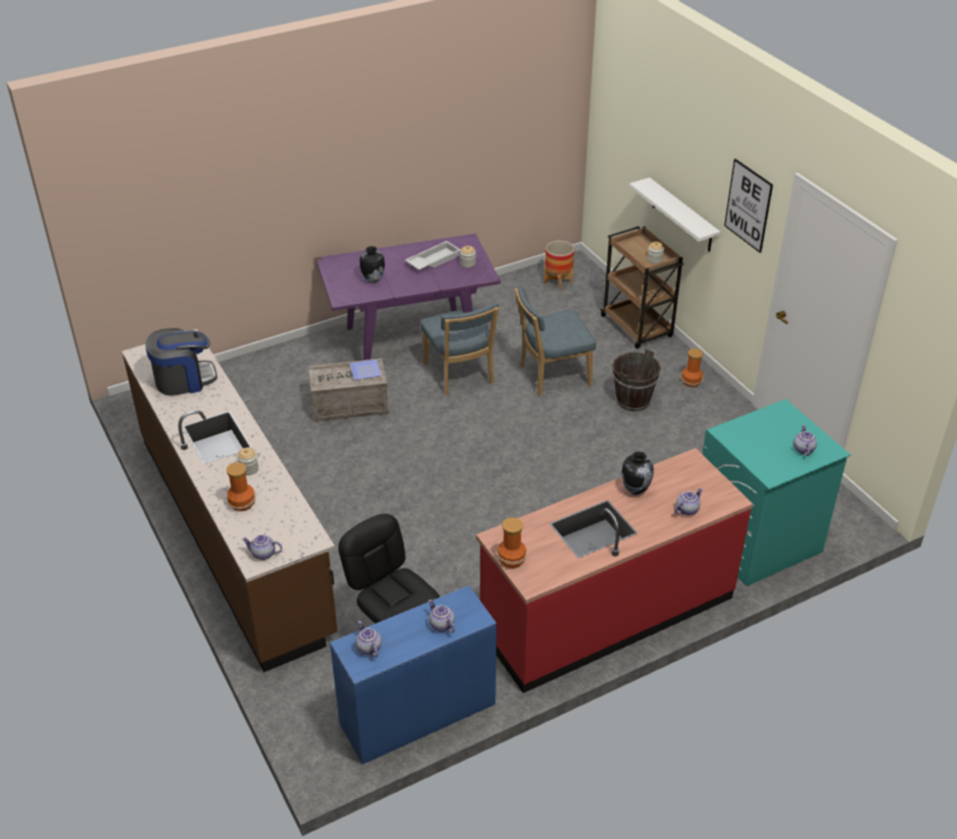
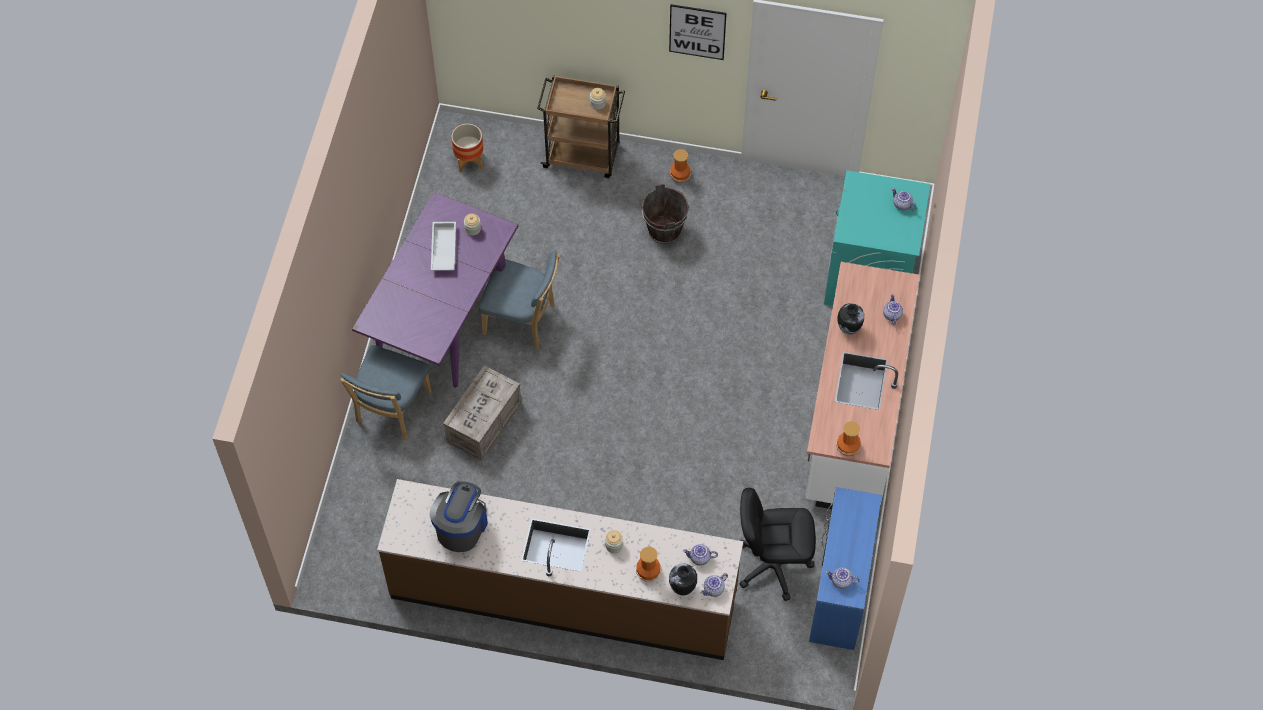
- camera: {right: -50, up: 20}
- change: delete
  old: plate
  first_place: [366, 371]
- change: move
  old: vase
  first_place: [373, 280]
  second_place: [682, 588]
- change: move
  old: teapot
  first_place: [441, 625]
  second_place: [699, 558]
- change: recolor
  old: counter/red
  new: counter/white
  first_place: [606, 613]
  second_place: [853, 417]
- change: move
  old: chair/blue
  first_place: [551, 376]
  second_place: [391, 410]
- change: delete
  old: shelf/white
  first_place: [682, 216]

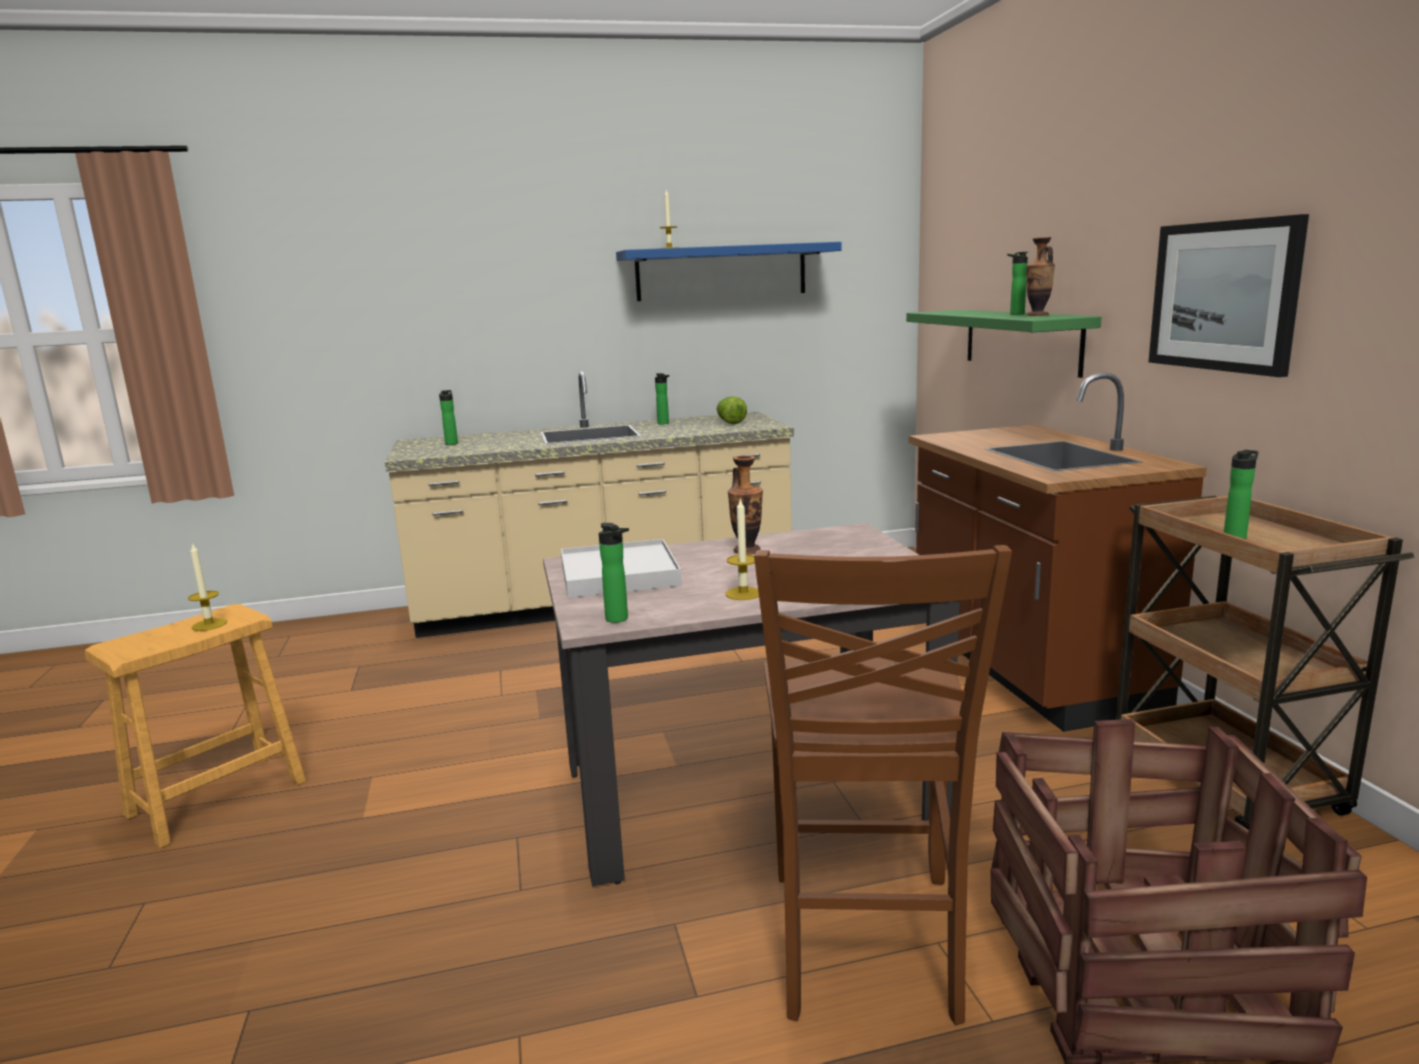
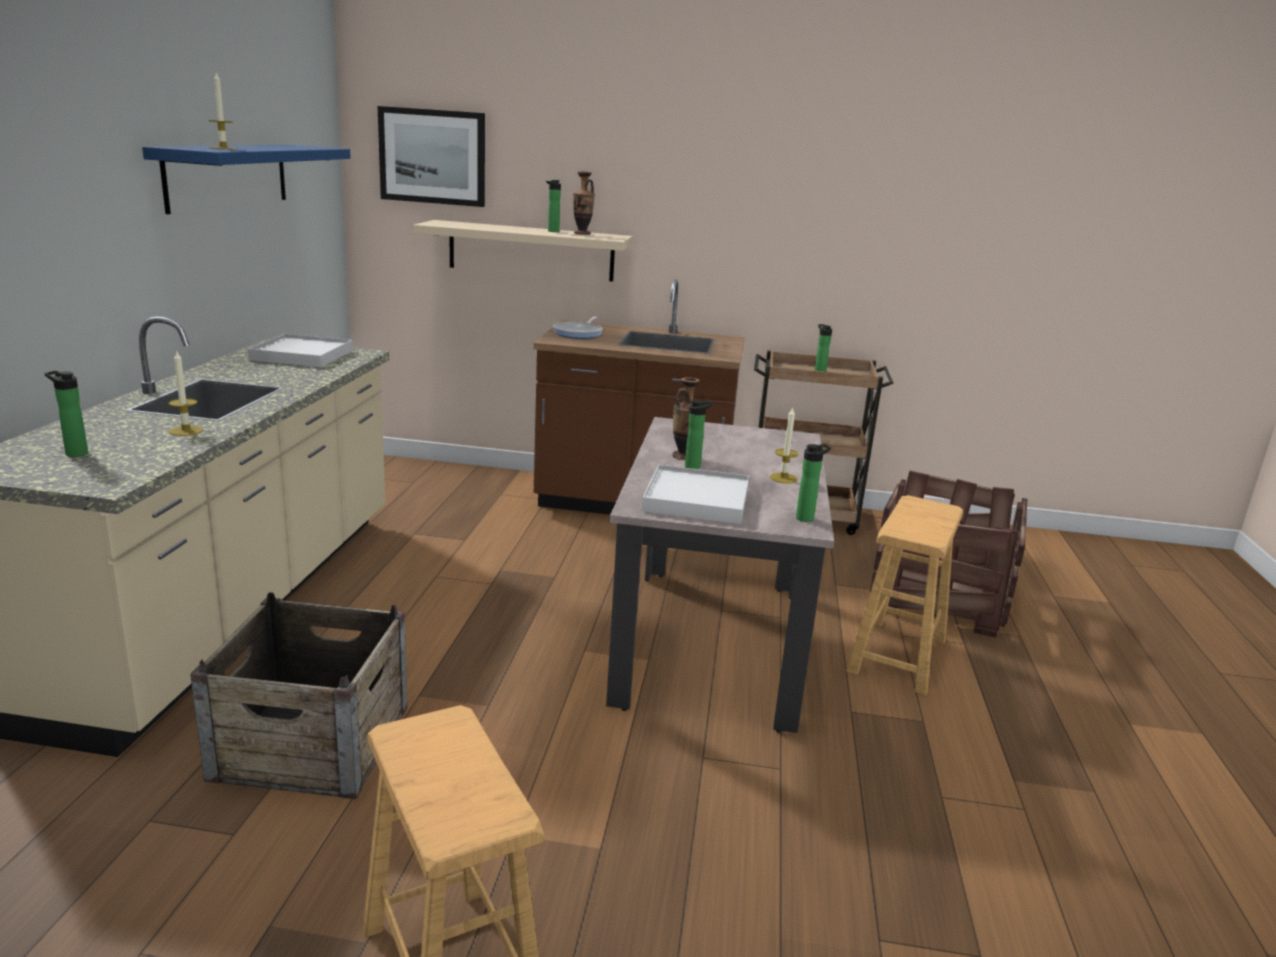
- camera: {right: -70, up: 5}
- change: move
  old: candle
  first_place: [209, 624]
  second_place: [186, 431]
- change: move
  old: bottle
  first_place: [664, 423]
  second_place: [695, 467]
- change: replace
  old: lettuce
  new: tray/white
  first_place: [730, 422]
  second_place: [302, 355]
- change: replace
  old: chair/brown
  new: stool/brown
  first_place: [865, 946]
  second_place: [898, 656]
- change: recolor
  old: shelf/green
  new: shelf/beige
  first_place: [1021, 340]
  second_place: [531, 251]
- change: move
  old: picture
  first_place: [1223, 296]
  second_place: [432, 156]
- change: insert
  new: crate
  second_place: [311, 742]
- change: insert
  new: frying pan
  second_place: [579, 333]

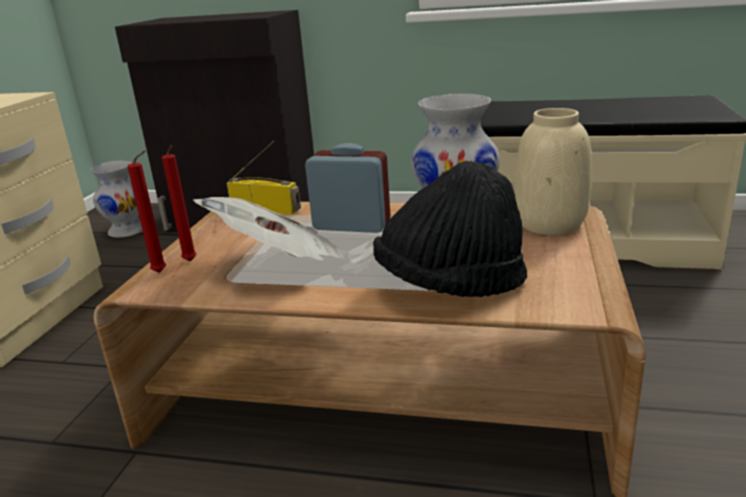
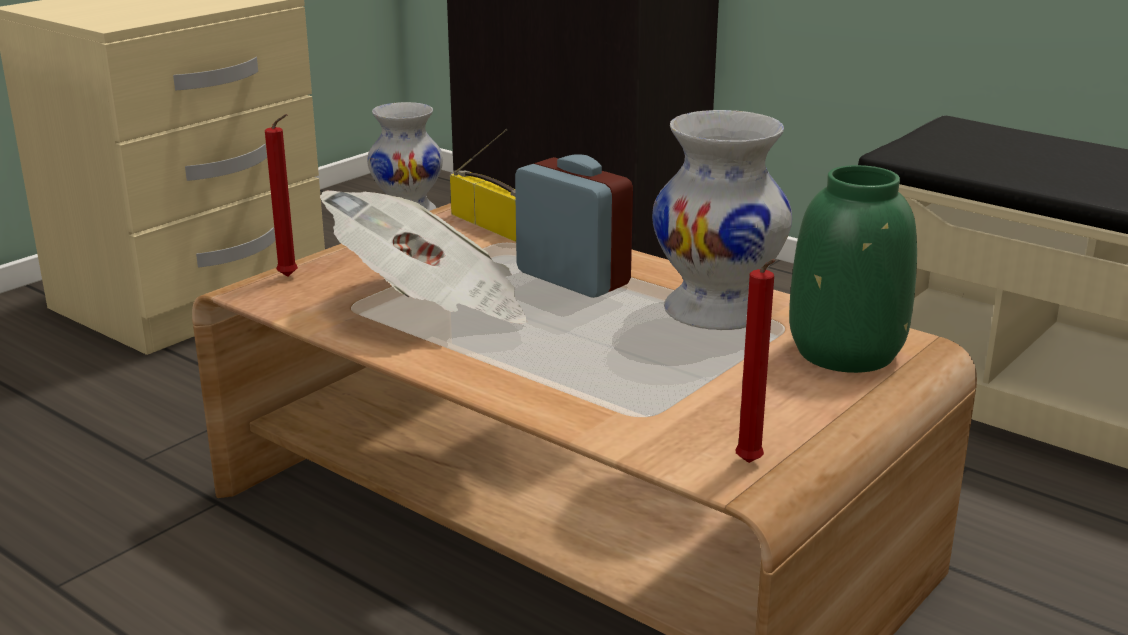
- camera: {right: 25, up: 0}
- change: move
  old: candle/red
  first_place: [191, 262]
  second_place: [750, 465]
- change: delete
  old: hat/black
  first_place: [451, 286]
- change: recolor
  old: vase/beige
  new: vase/green
  first_place: [549, 225]
  second_place: [843, 353]

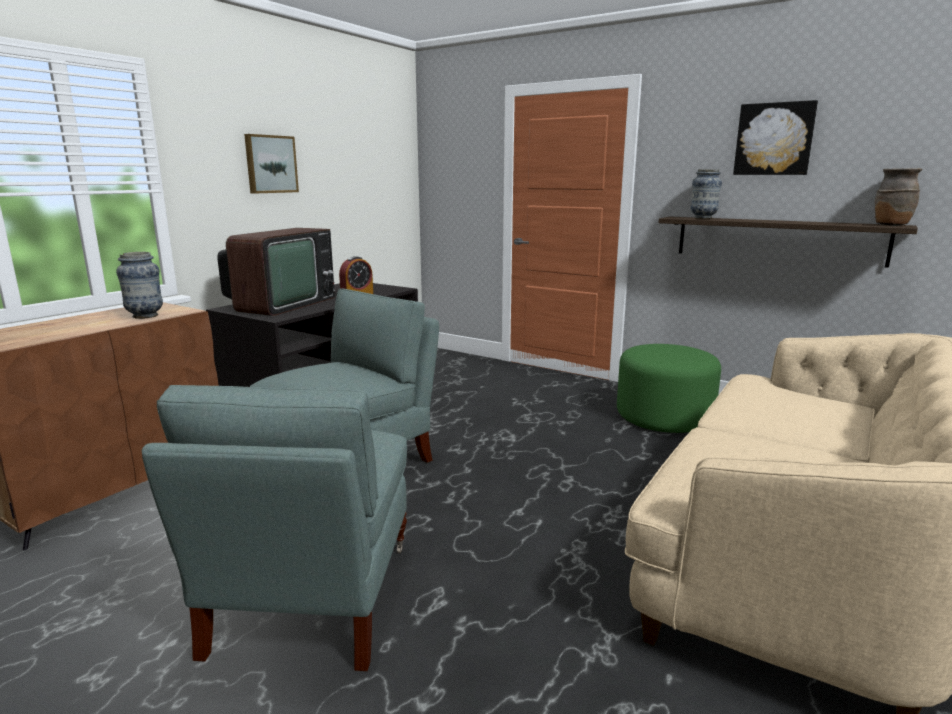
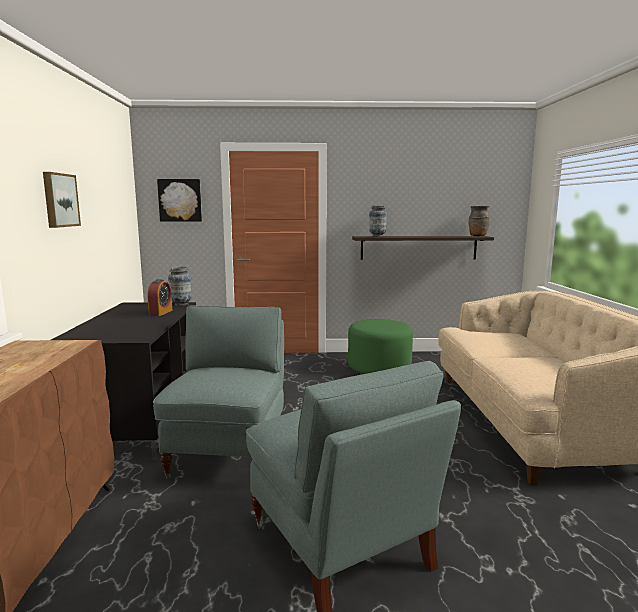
- camera: {right: -35, up: -5}
- change: move
  old: vase
  first_place: [145, 316]
  second_place: [181, 304]
- change: delete
  old: television
  first_place: [281, 304]
- change: move
  old: picture
  first_place: [774, 139]
  second_place: [180, 200]

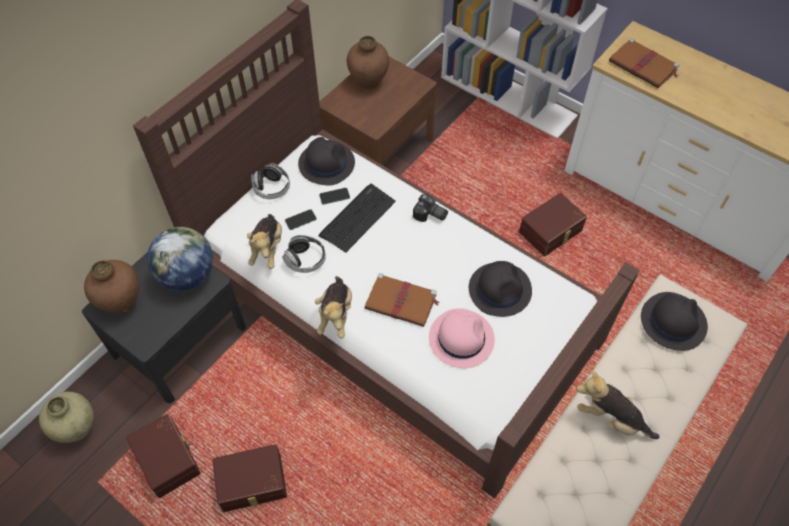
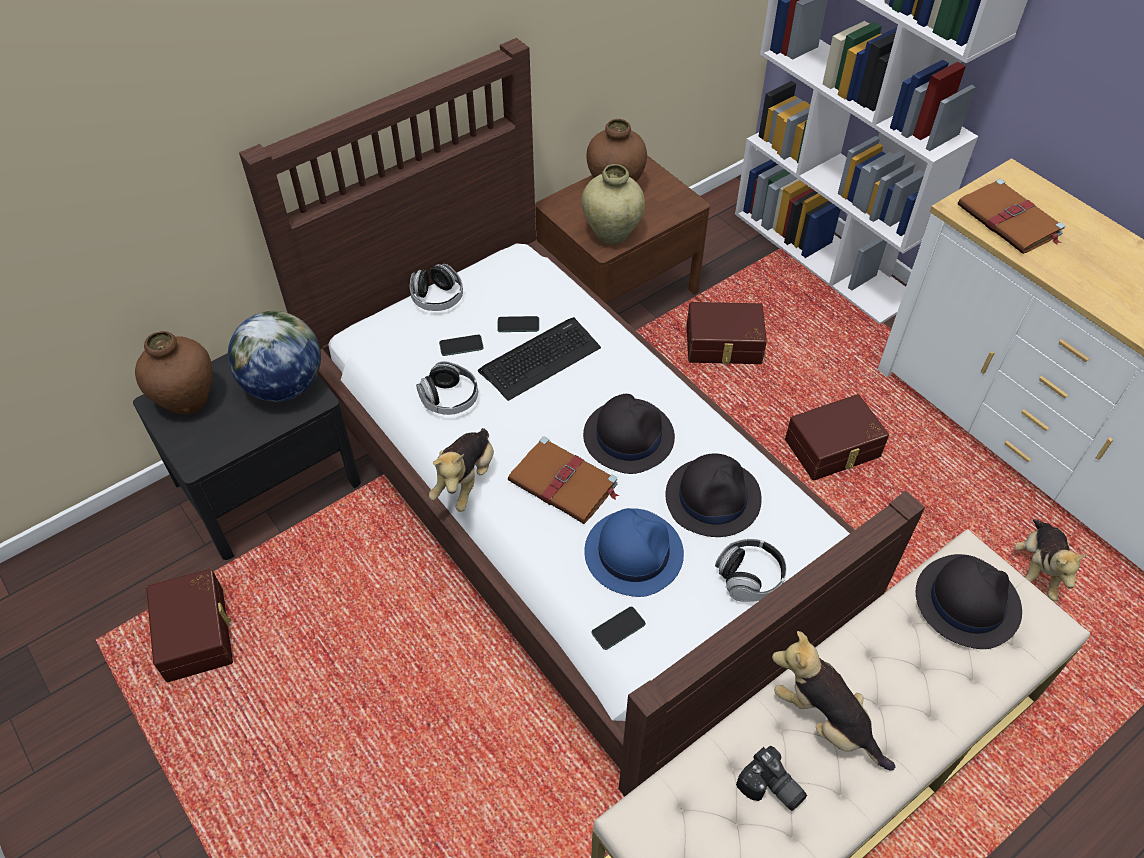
- camera: {right: 15, up: -5}
- change: move
  old: vase/beige
  first_place: [77, 429]
  second_place: [612, 233]
- change: move
  old: storage box/brown
  first_place: [252, 484]
  second_place: [723, 346]
- change: move
  old: plush toy
  first_place: [267, 249]
  second_place: [1037, 569]
- change: move
  old: hat/black
  first_place: [326, 163]
  second_place: [628, 436]
- change: move
  old: photo camera
  first_place: [430, 215]
  second_place: [770, 789]
- change: recolor
  old: hat/pink
  new: hat/blue
  first_place: [461, 338]
  second_place: [633, 552]
- change: insert
  new: phone
  second_place: [618, 628]
- change: insert
  new: headphones
  second_place: [749, 577]

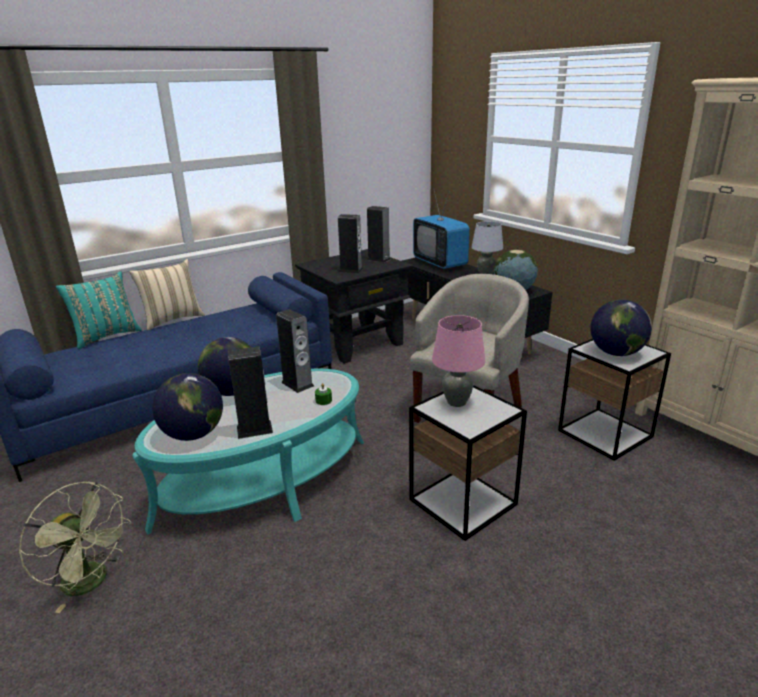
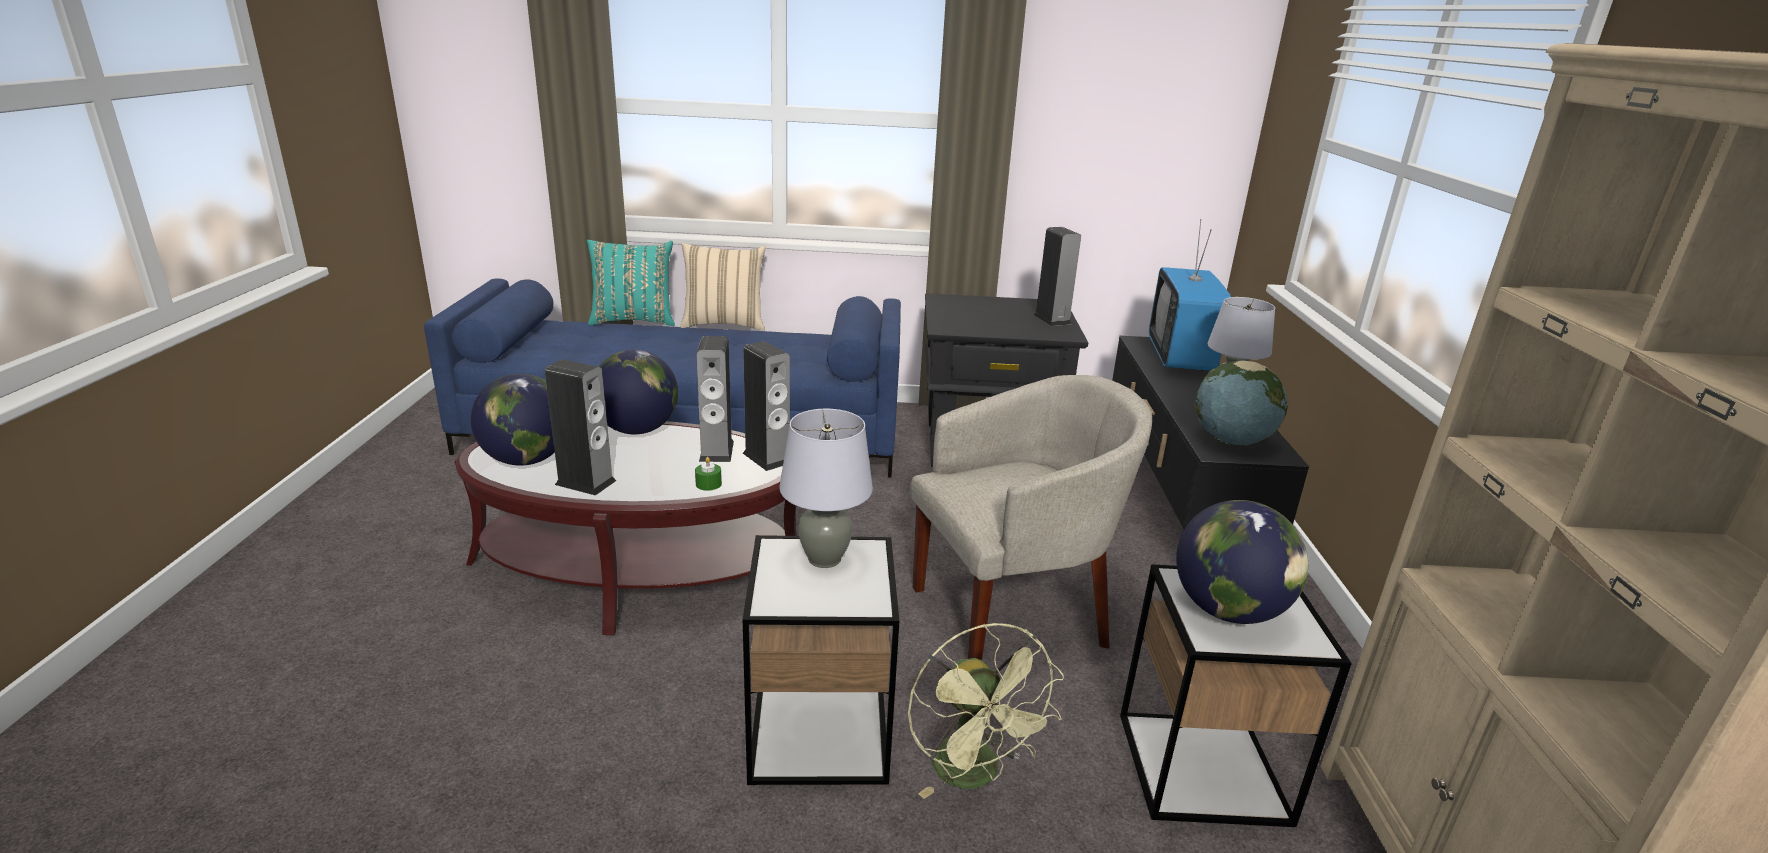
- camera: {right: 35, up: 0}
- change: move
  old: fan/green
  first_place: [92, 582]
  second_place: [974, 775]
- change: recolor
  old: coffee table/turquoise
  new: coffee table/brown
  first_place: [265, 482]
  second_place: [638, 570]
- change: move
  old: speaker
  first_place: [351, 270]
  second_place: [767, 458]
- change: recolor
  old: table lamp/pink
  new: table lamp/grey
  first_place: [456, 402]
  second_place: [825, 559]

